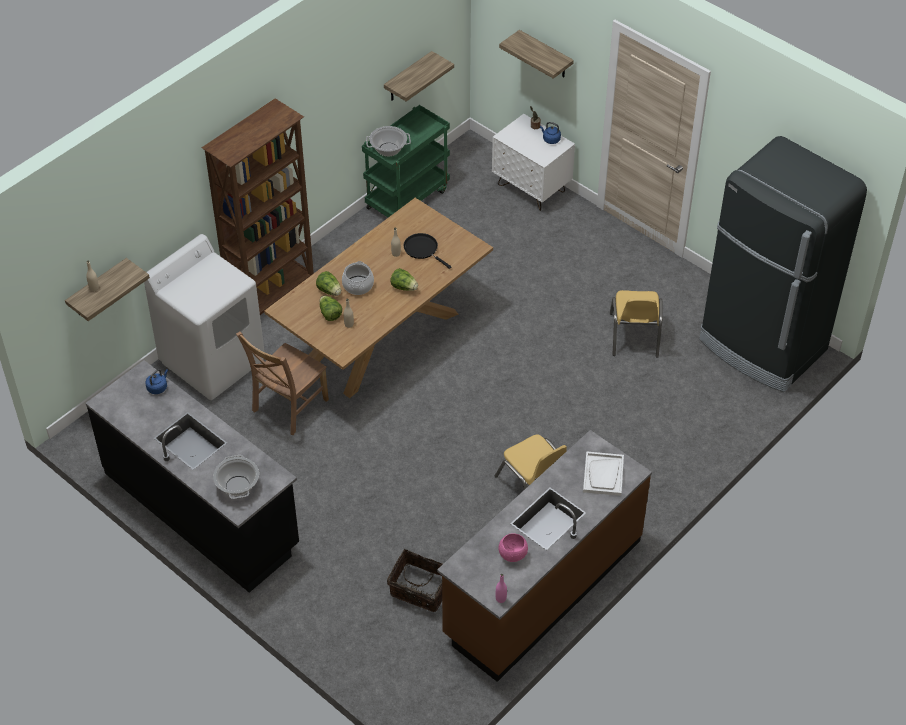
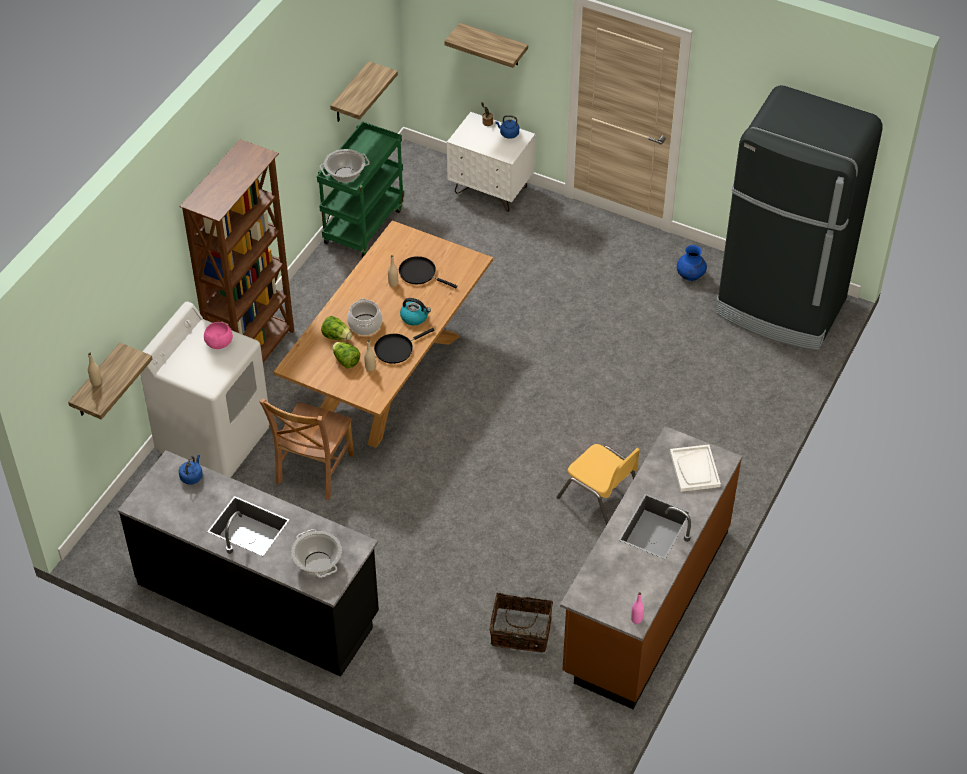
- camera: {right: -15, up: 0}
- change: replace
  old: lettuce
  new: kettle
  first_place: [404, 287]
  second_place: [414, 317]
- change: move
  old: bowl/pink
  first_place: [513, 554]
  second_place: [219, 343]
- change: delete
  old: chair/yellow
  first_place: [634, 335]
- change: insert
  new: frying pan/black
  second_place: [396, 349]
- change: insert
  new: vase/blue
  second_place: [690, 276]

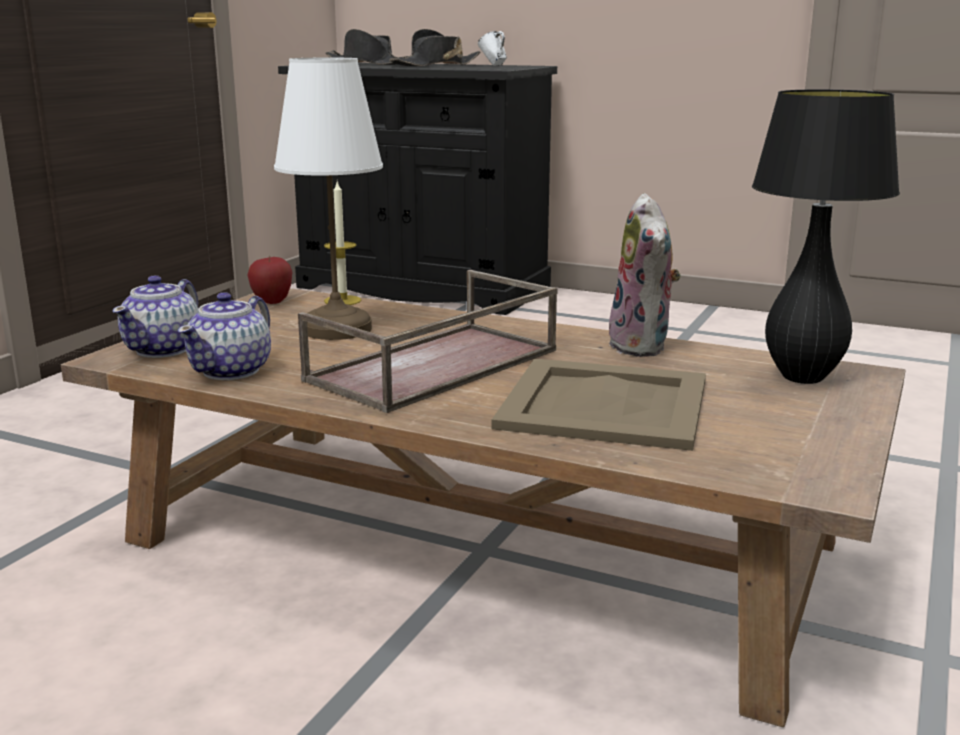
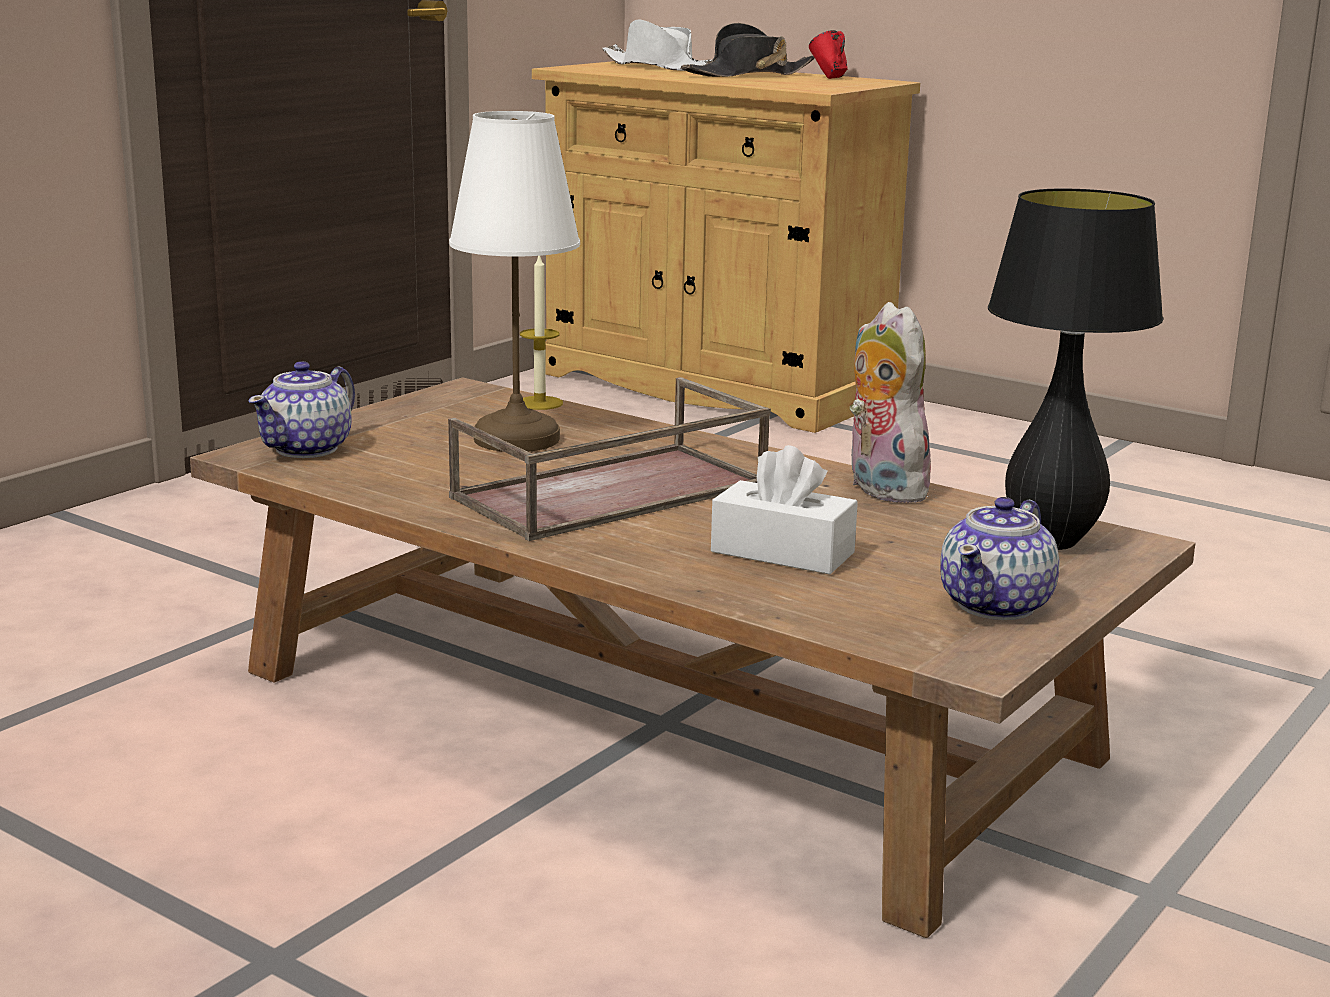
- camera: {right: 10, up: 0}
- change: move
  old: teapot
  first_place: [232, 371]
  second_place: [997, 605]
- change: delete
  old: apple
  first_place: [272, 302]
- change: recolor
  old: cabinet/black
  new: cabinet/beige
  first_place: [422, 288]
  second_place: [714, 385]
- change: recolor
  old: hat/black
  new: hat/white
  first_place: [368, 64]
  second_place: [659, 67]
- change: recolor
  old: mug/white
  new: mug/red
  first_place: [493, 65]
  second_place: [828, 78]
- change: replace
  old: tray/beige
  new: tissue box/white
  first_place: [602, 404]
  second_place: [782, 552]
- change: rotate
  old: plush toy
  first_place: [643, 346]
  second_place: [880, 489]
  degrees: 150

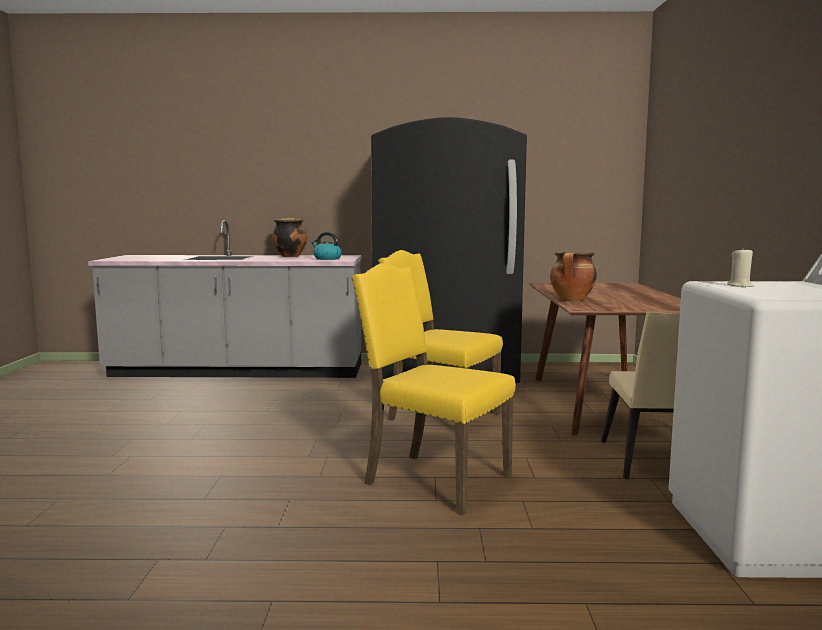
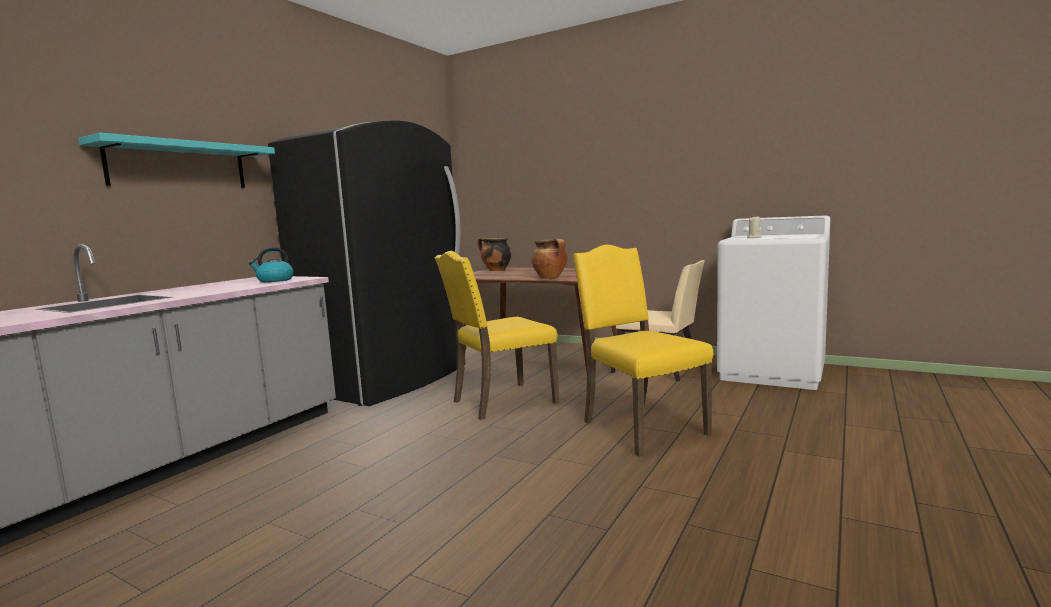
- camera: {right: -60, up: 0}
- change: move
  old: cooking pot
  first_place: [289, 256]
  second_place: [496, 270]
- change: rotate
  old: chair/yellow
  first_place: [433, 480]
  second_place: [640, 427]
  degrees: 90
- change: insert
  new: shelf/turquoise
  second_place: [179, 166]

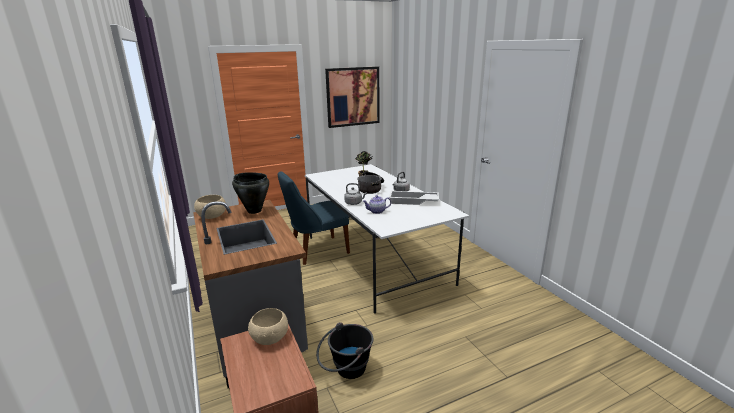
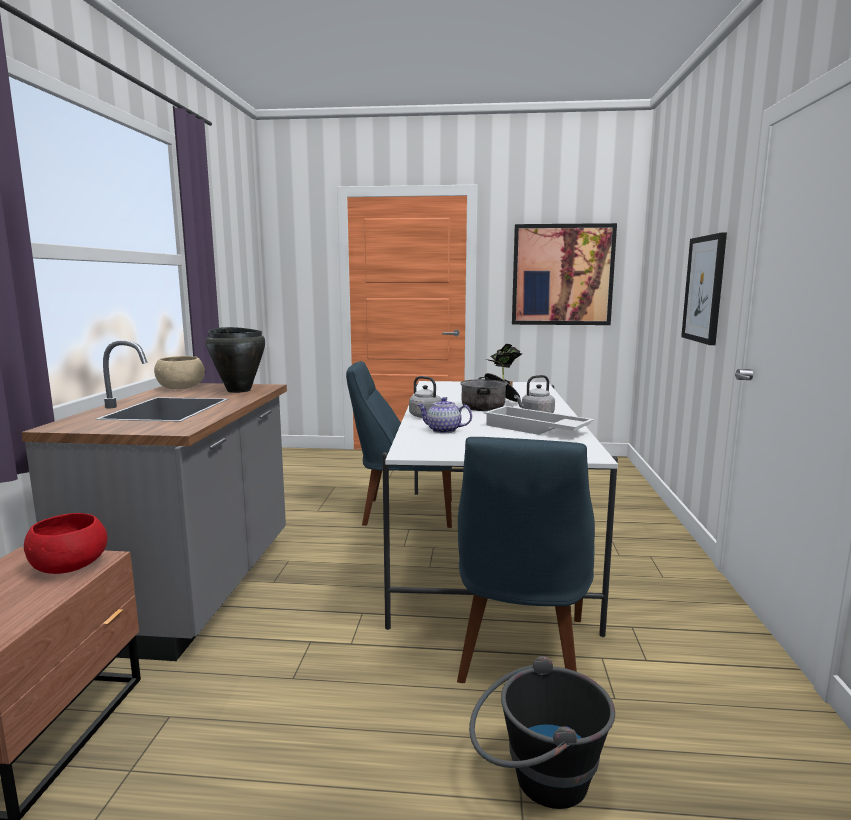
- camera: {right: 30, up: -10}
- change: recolor
  old: bowl/beige
  new: bowl/red
  first_place: [270, 337]
  second_place: [69, 566]
- change: move
  old: bucket/black
  first_place: [345, 370]
  second_place: [536, 780]
- change: insert
  new: chair/blue
  second_place: [521, 653]
- change: insert
  new: picture
  second_place: [704, 289]

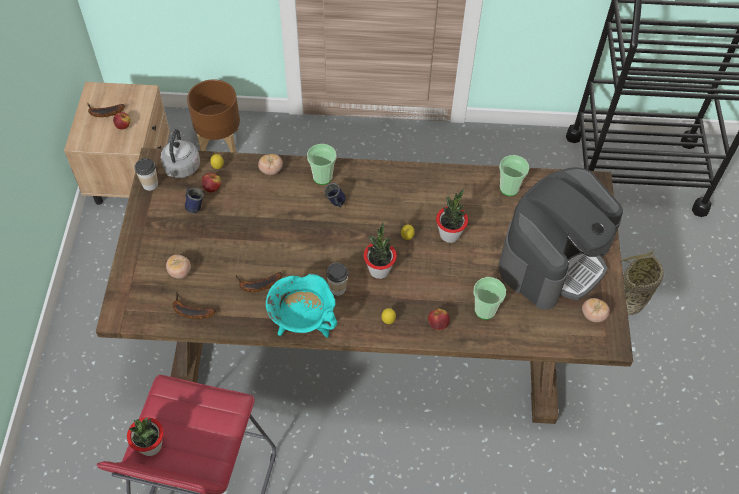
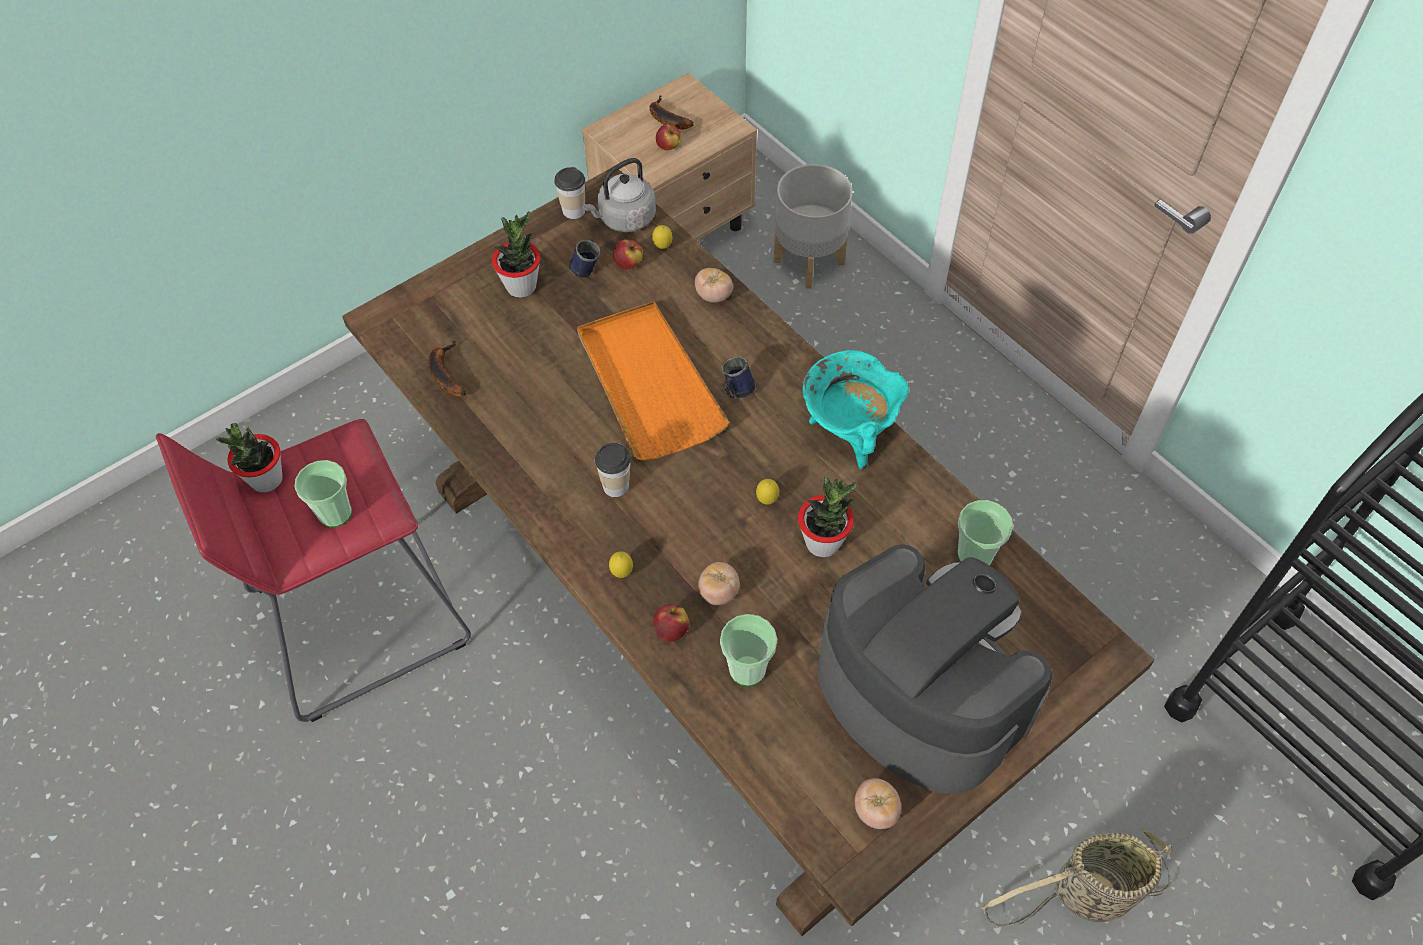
- camera: {right: 50, up: 0}
- change: move
  old: tomato
  first_place: [180, 272]
  second_place: [718, 593]
- change: recolor
  old: planter/brown
  new: planter/grey
  first_place: [219, 141]
  second_place: [808, 261]
- change: delete
  old: banana
  first_place: [257, 285]
- change: move
  old: cooking pot/turquoise
  first_place: [303, 324]
  second_place: [849, 434]
- change: move
  old: cup
  first_place: [322, 177]
  second_place: [335, 513]
- change: move
  old: potted plant
  first_place: [379, 270]
  second_place: [521, 286]
- change: rotate
  old: coffee machine
  first_place: [554, 258]
  second_place: [919, 692]
  degrees: -135
- change: insert
  new: tray/orange
  second_place: [648, 384]

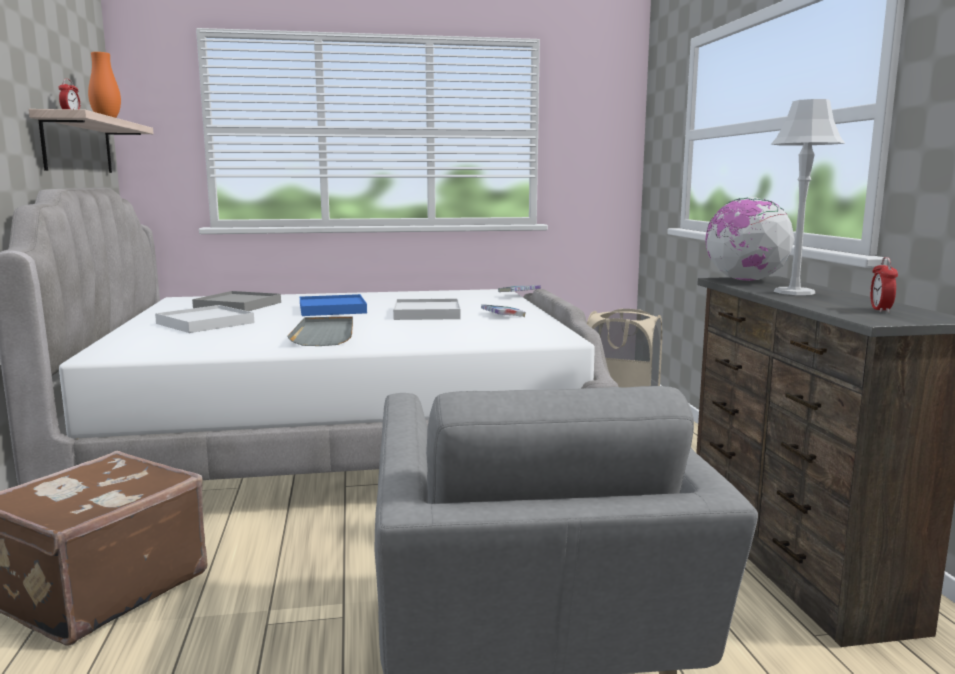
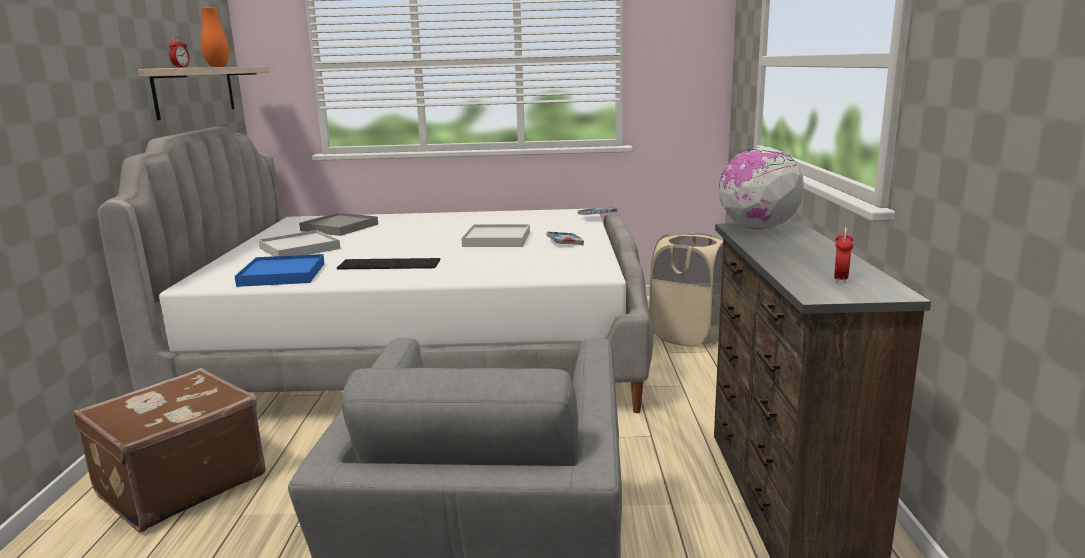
- camera: {right: 10, up: 5}
- change: replace
  old: tray/grey
  new: keyboard
  first_place: [325, 334]
  second_place: [390, 264]
- change: move
  old: tray/blue
  first_place: [332, 309]
  second_place: [282, 274]
- change: delete
  old: table lamp/grey
  first_place: [794, 292]

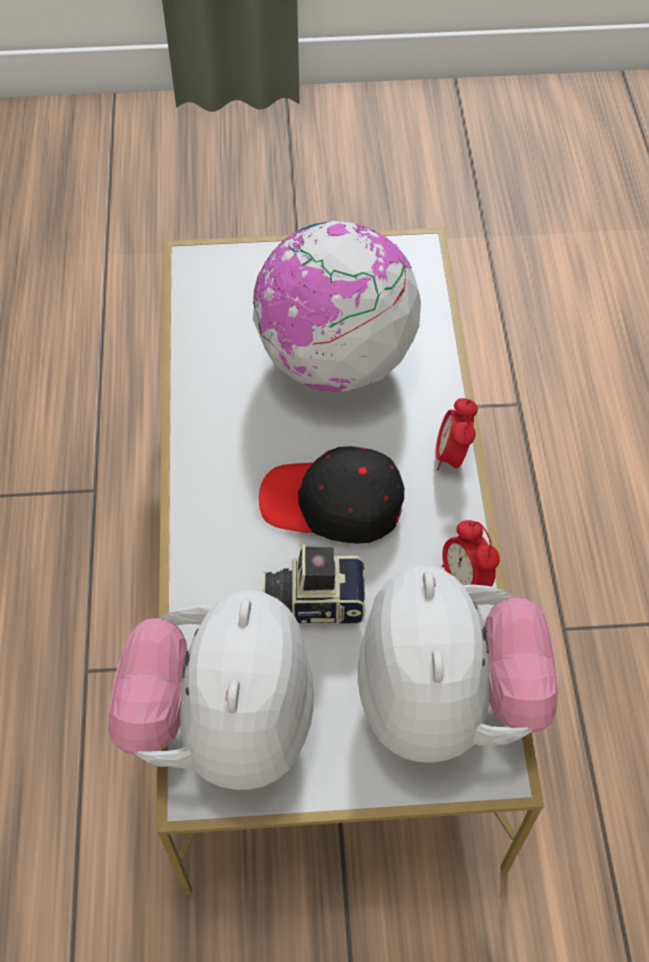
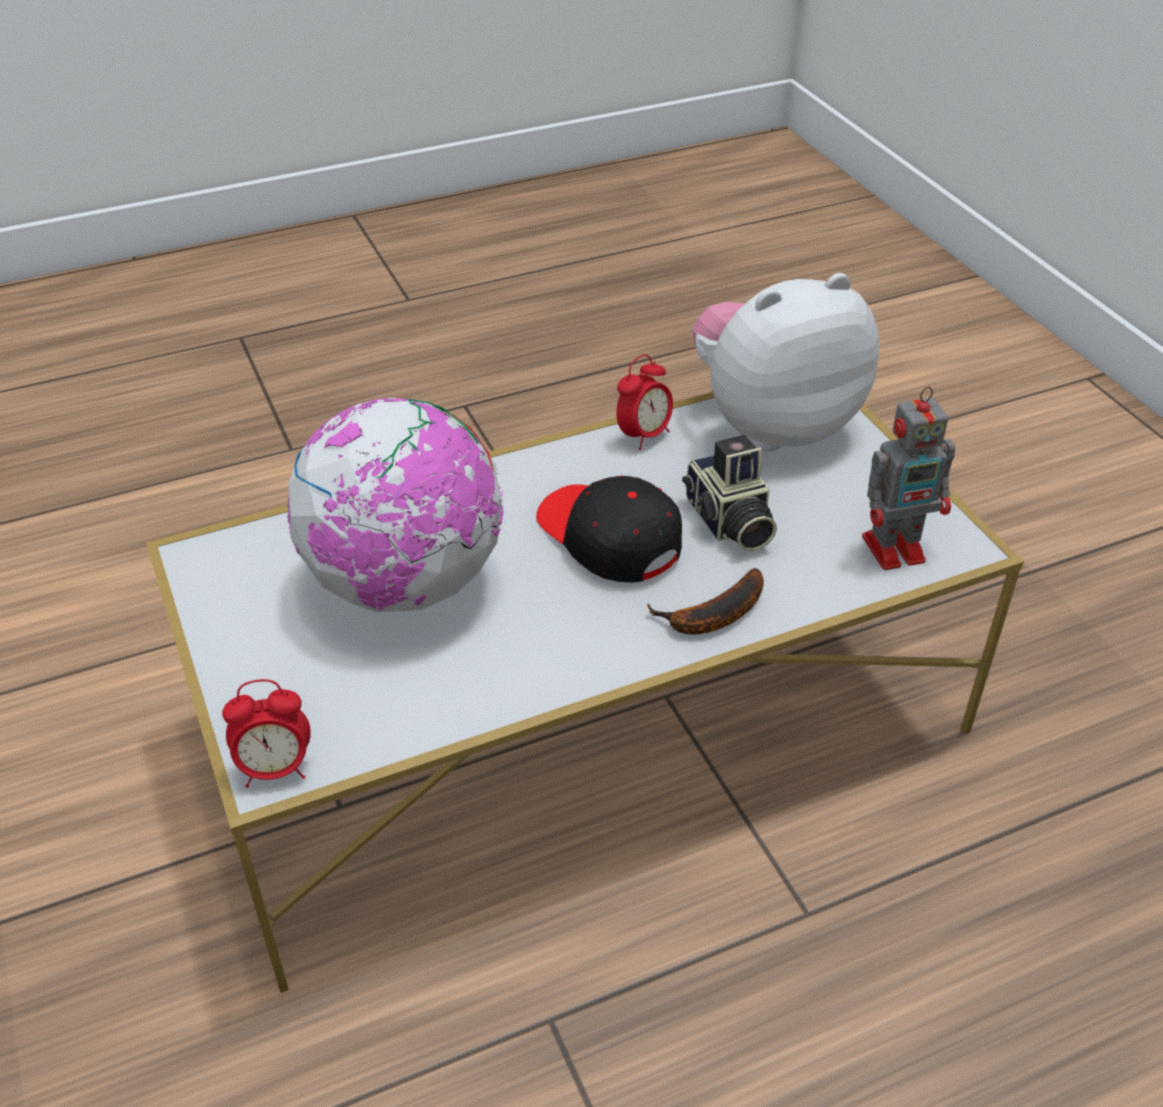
- camera: {right: -110, up: -15}
- change: replace
  old: plush toy
  new: toy robot
  first_place: [223, 724]
  second_place: [896, 548]
- change: rotate
  old: cap/black
  first_place: [332, 503]
  second_place: [608, 538]
  degrees: 150
- change: move
  old: alarm clock
  first_place: [452, 456]
  second_place: [275, 769]
- change: insert
  new: banana
  second_place: [712, 616]

